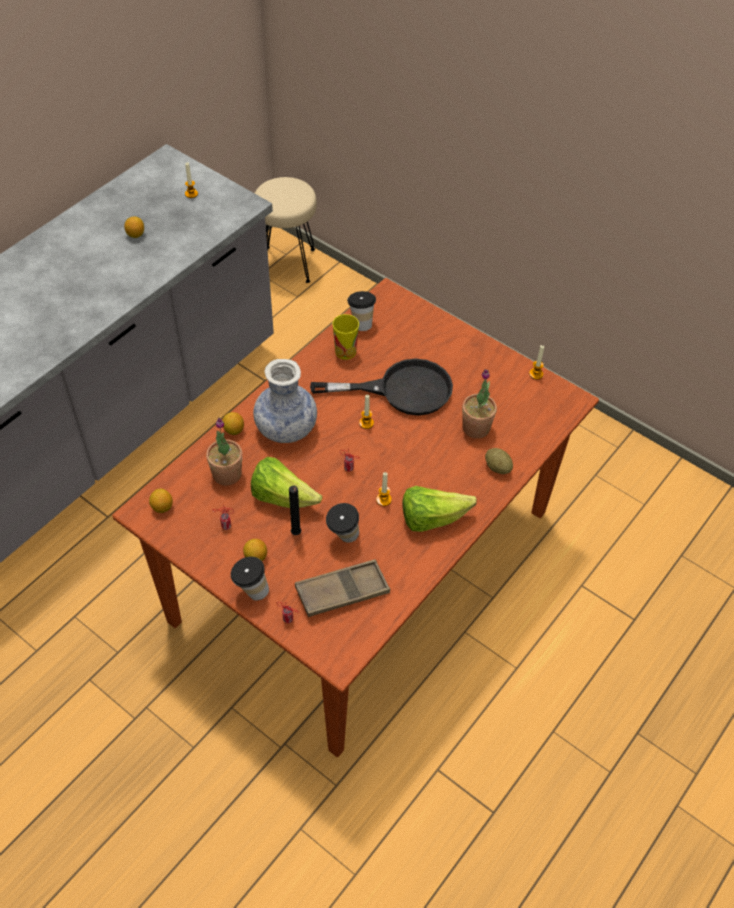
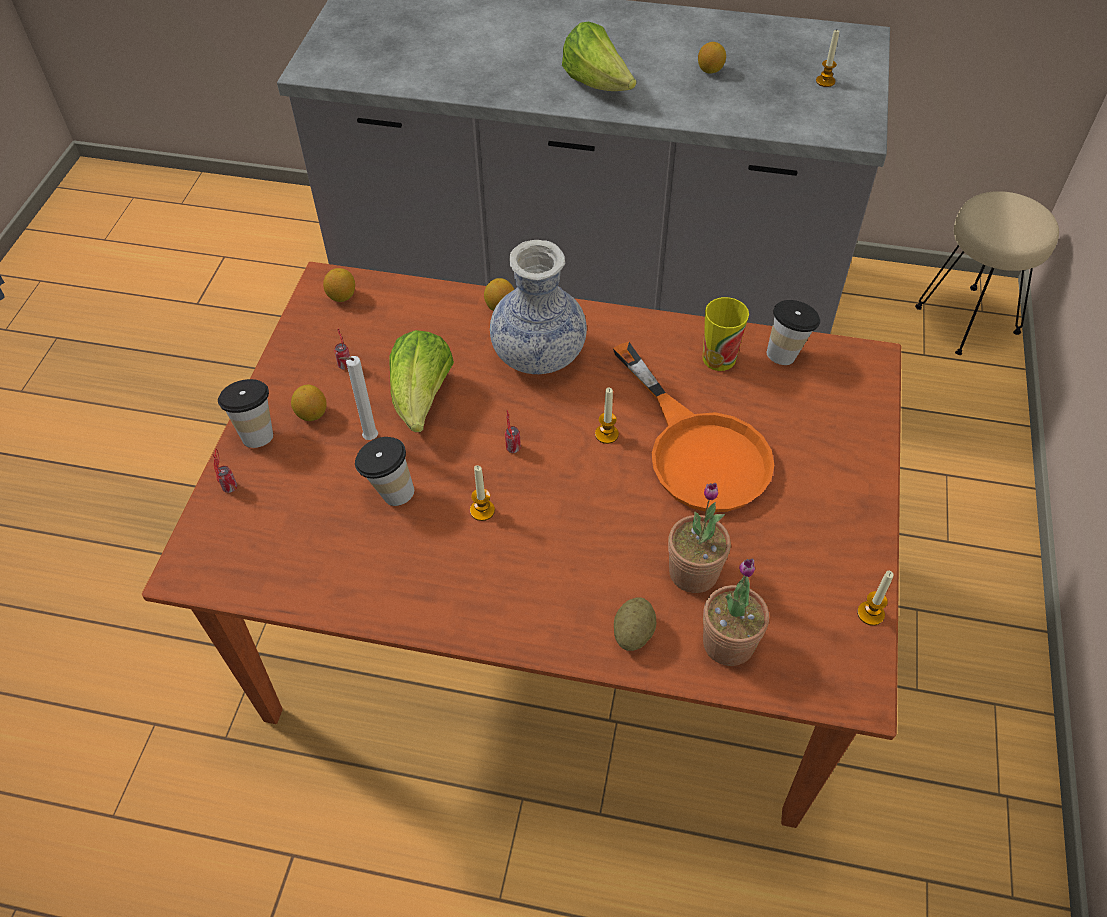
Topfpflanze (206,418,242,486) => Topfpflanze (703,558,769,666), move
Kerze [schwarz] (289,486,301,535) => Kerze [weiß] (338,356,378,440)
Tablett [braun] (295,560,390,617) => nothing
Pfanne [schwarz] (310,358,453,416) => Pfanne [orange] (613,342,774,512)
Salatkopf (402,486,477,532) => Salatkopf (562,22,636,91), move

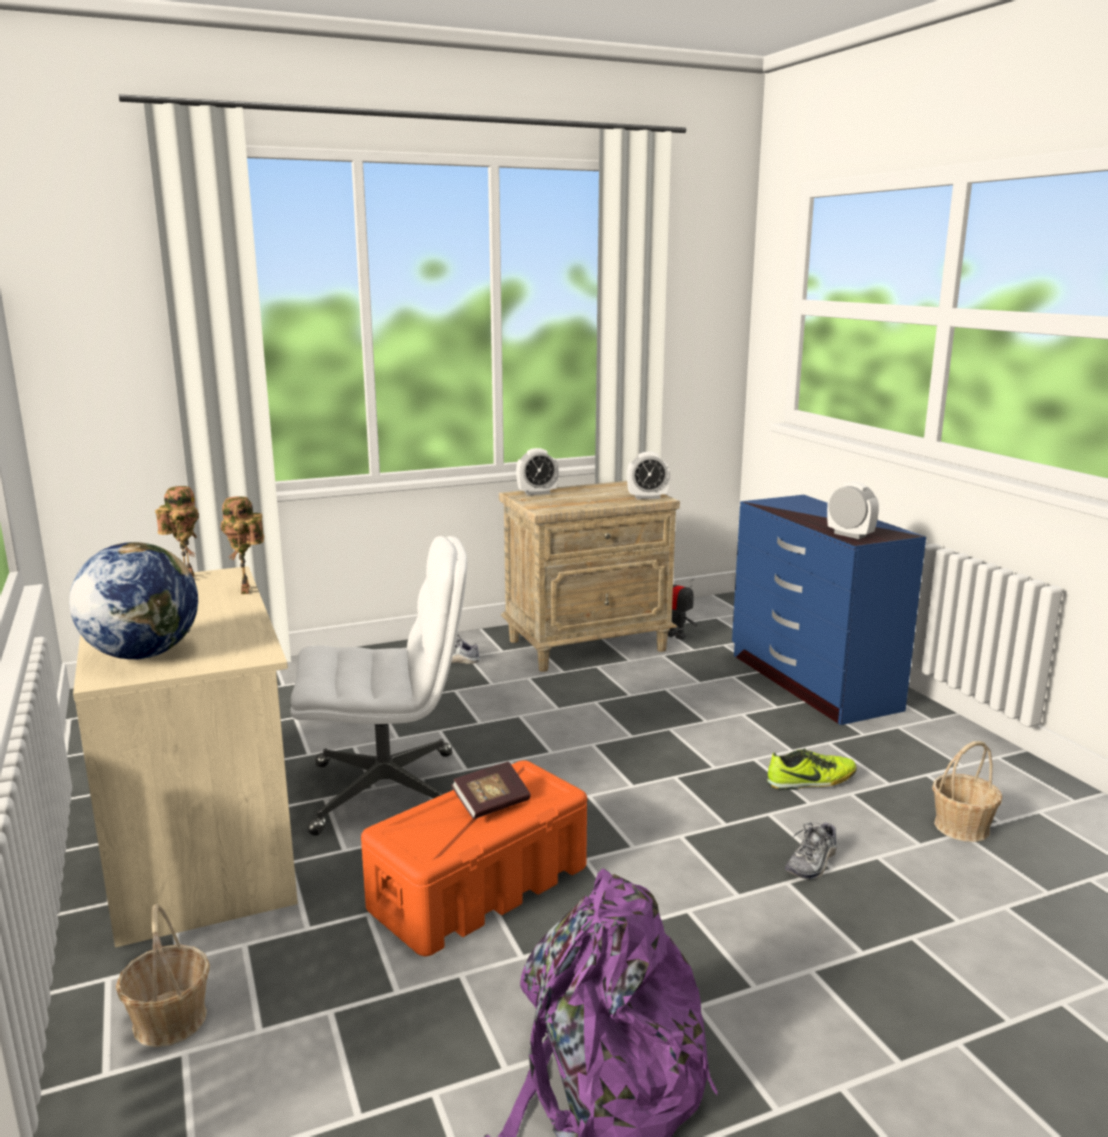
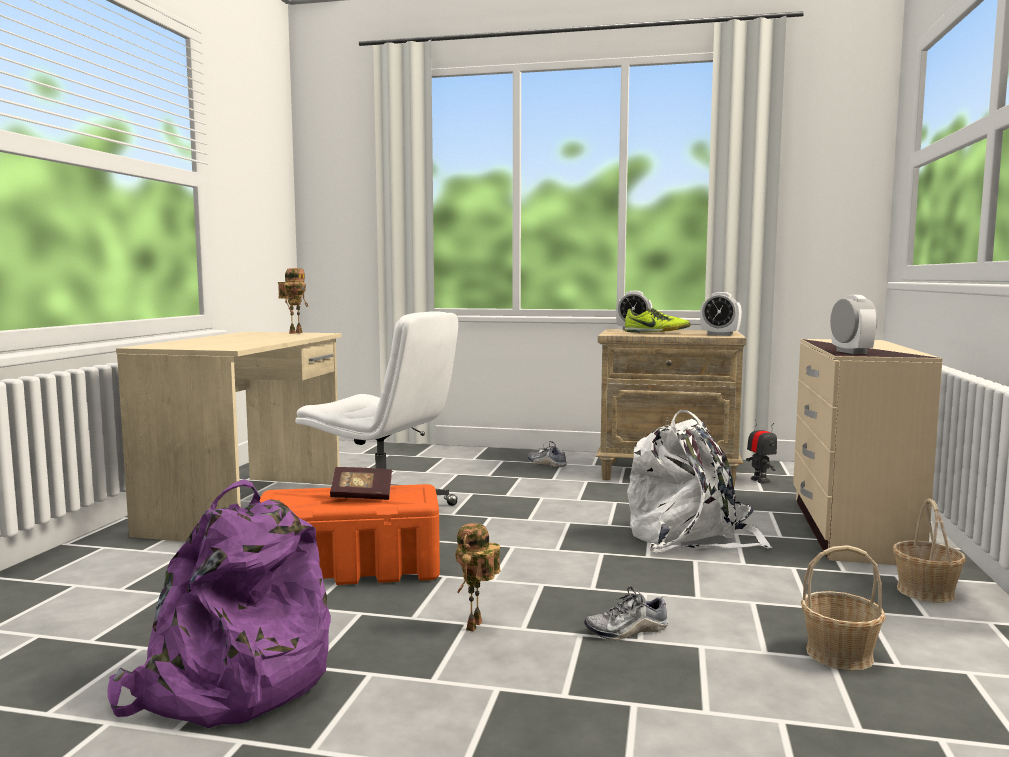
Globus (69,542,198,659) => nothing
Korb (116,904,210,1047) => Korb (893,498,966,603), move
Spielzeugroboter (220,496,264,594) => Spielzeugroboter (455,523,501,632), move
Kommode [blau] (732,495,926,725) => Kommode [beige] (793,339,943,565)
Schuh (767,748,857,790) => Schuh (624,308,690,333), move
nothing => Rucksack [weiß] (627,410,772,553)

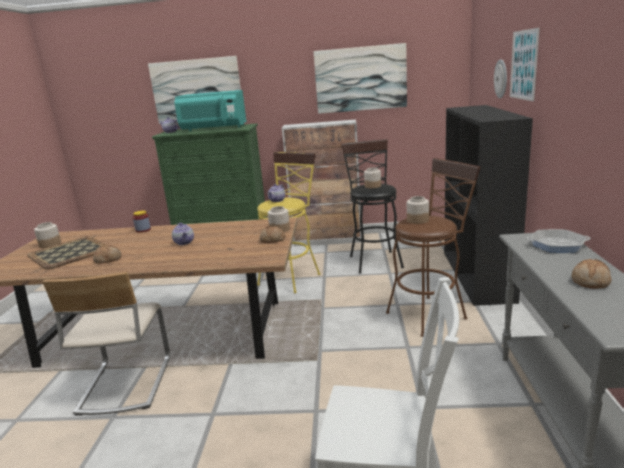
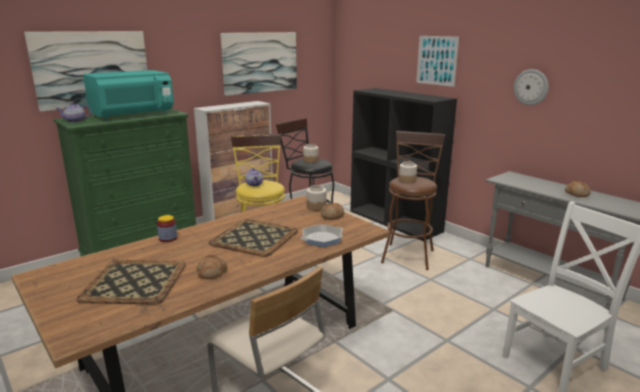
Vorratsglas (34,222,61,248) => nothing
Teekanne (172,223,194,245) => Tablett (209,219,298,257)
Wanduhr (494,59,507,98) => Wanduhr (514,69,549,106), move
Pfanne (527,229,591,253) => Pfanne (301,224,343,247), move

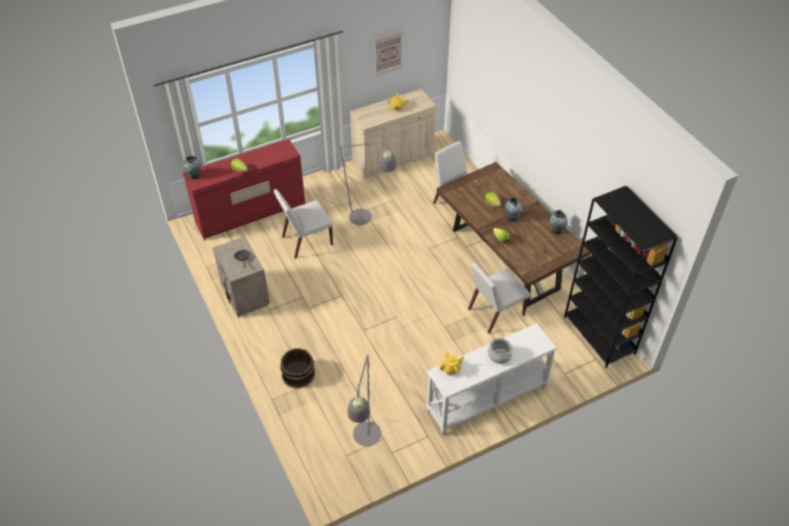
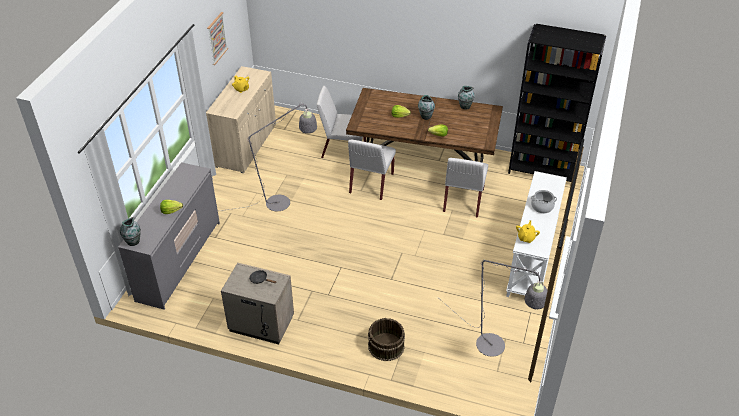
Kommode [rot] (183,139,305,241) => Kommode [grau] (118,162,220,310)
Stuhl [weiß] (274,189,333,259) => Stuhl [weiß] (348,140,396,200), move

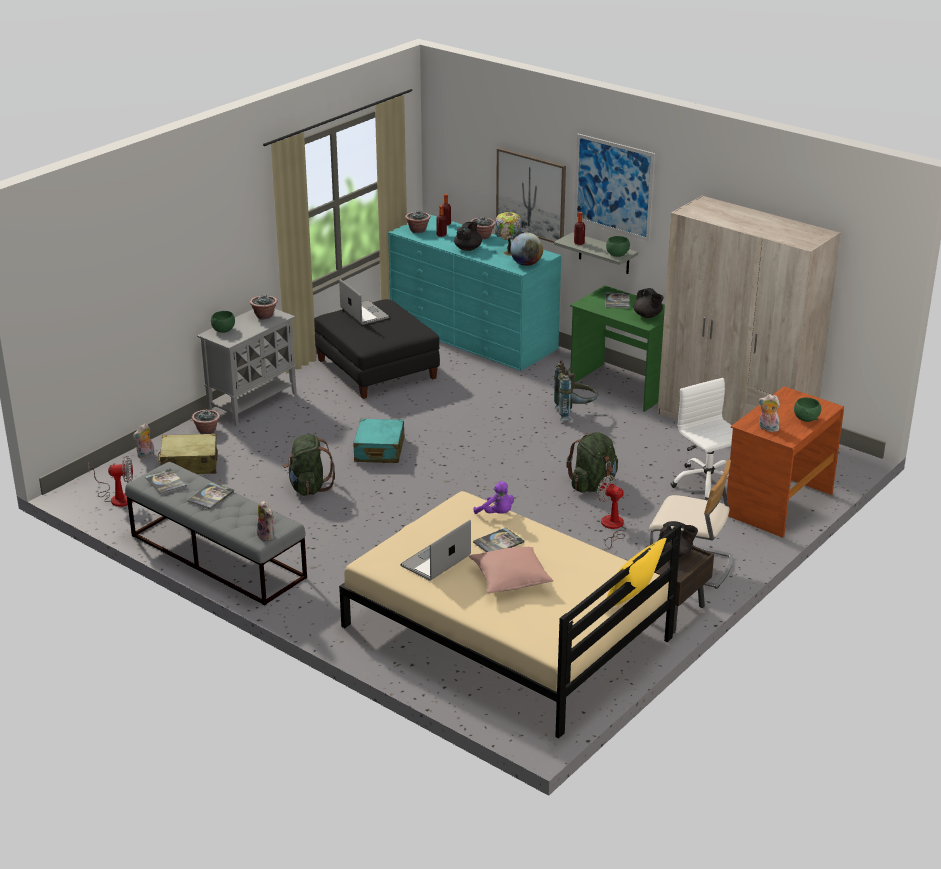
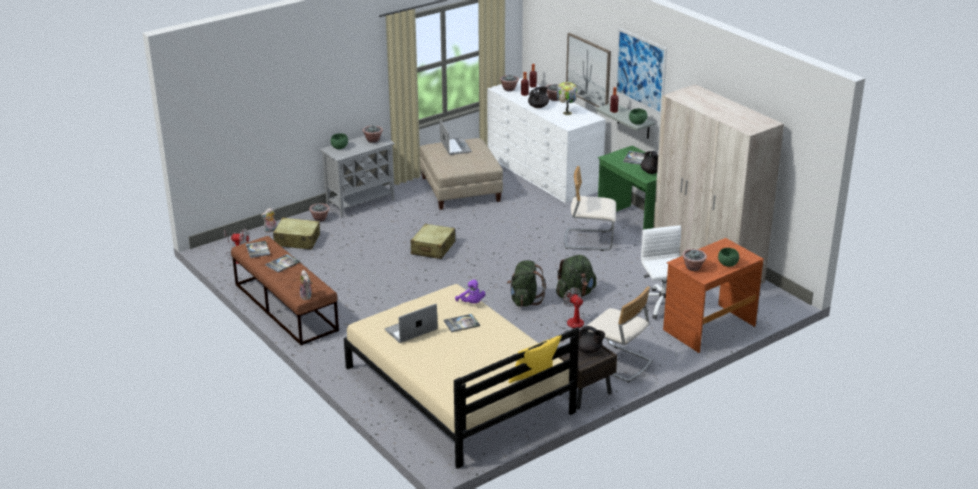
Bank [grau] (125,462,307,606) => Bank [braun] (231,236,339,345)
Rucksack [grün] (283,434,335,496) => Rucksack [grün] (507,260,546,307), move
Polsterhocker [schwarz] (314,299,440,399) => Polsterhocker [beige] (420,138,503,210)
Koffer [türkis] (353,419,405,463) => Koffer [beige] (410,224,455,259)
Kommode [türkis] (388,214,561,371) => Kommode [weiß] (487,78,606,203)
Kissen [rosa] (469,547,554,594) => nothing
Globus (510,233,543,266) => nothing
Rucksack [grau] (554,360,598,421) => Stuhl [beige] (564,166,616,251)
Plüschtier (758,394,780,432) => Topfpflanze (682,249,707,271)

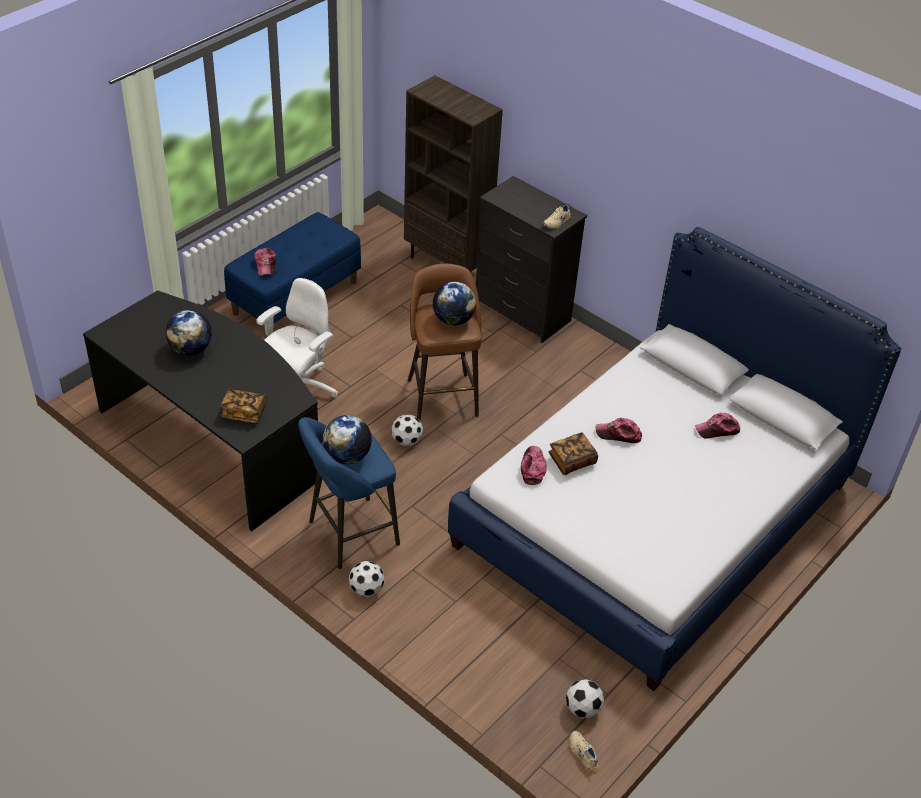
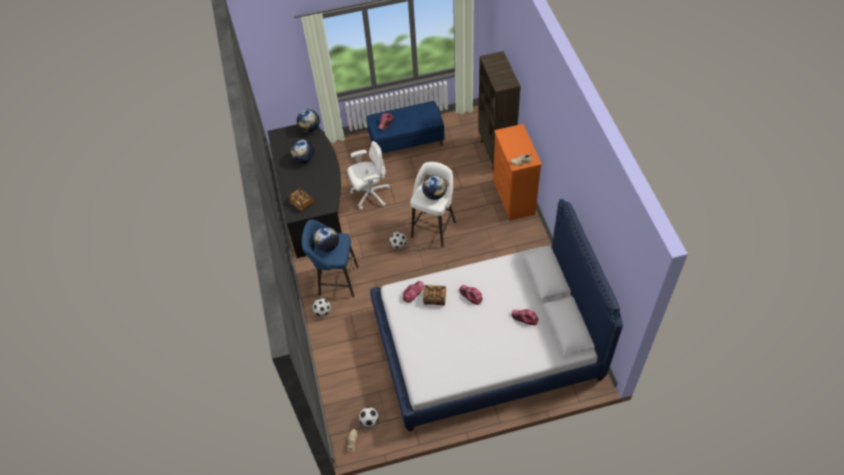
Hocker [braun] (408,263,481,420) => Hocker [weiß] (410,162,456,248)
Kommode [schwarz] (476,176,587,343) => Kommode [orange] (493,124,542,221)
nothing => Globus (297,109,320,132)

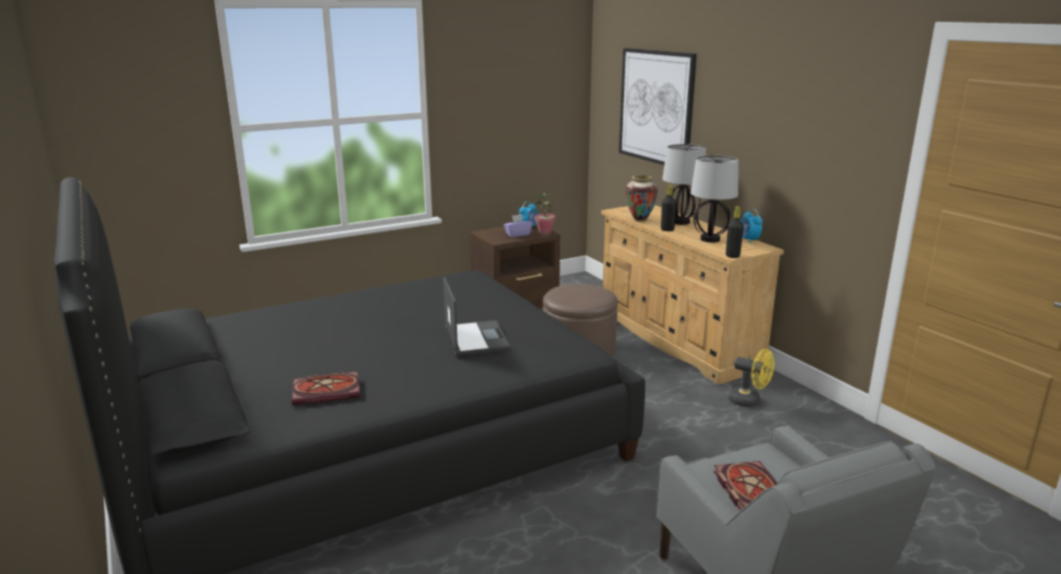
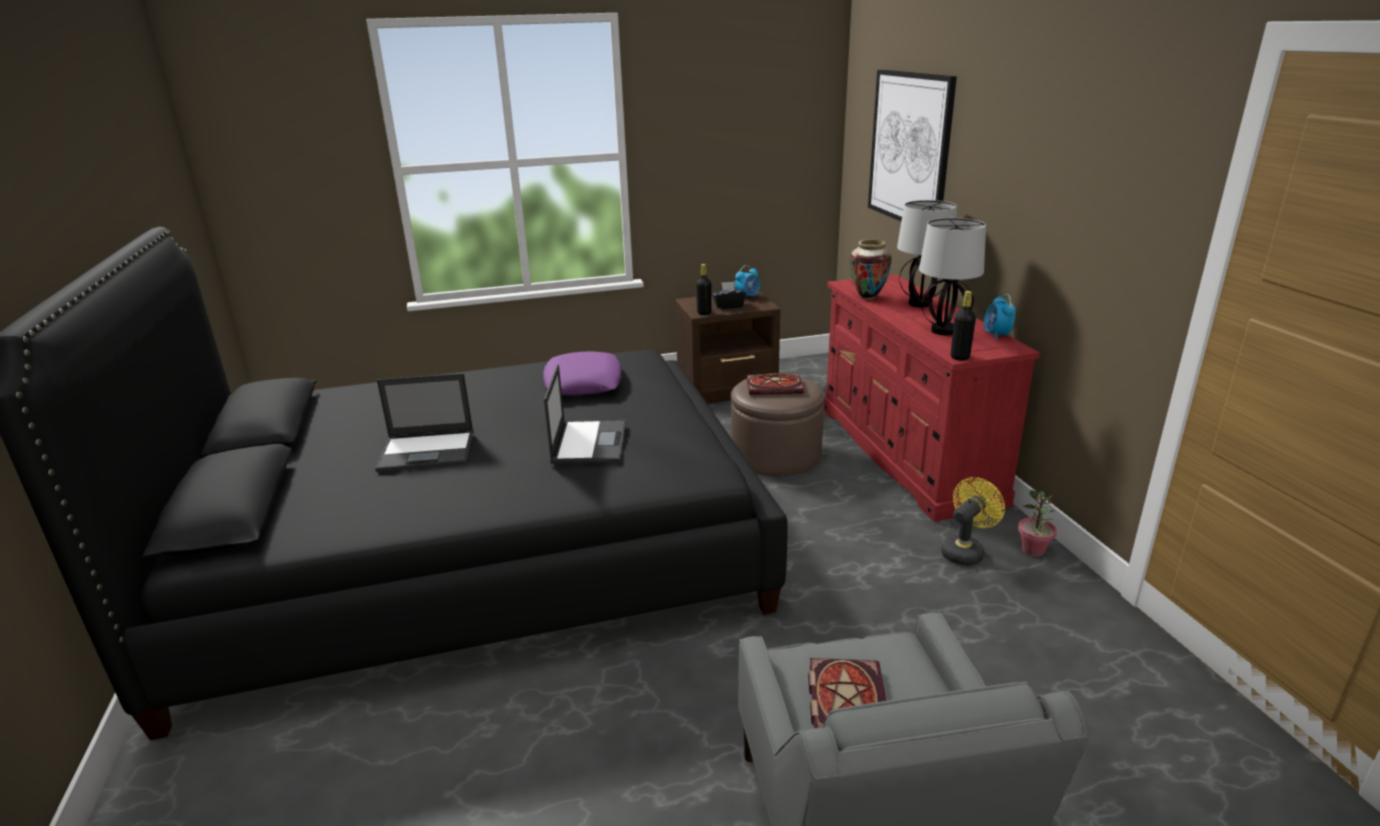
Buch (292,371,360,405) => Buch (747,373,804,395), move
Taschentuchbox [lila] (504,214,533,237) => Taschentuchbox [schwarz] (712,281,746,309)
Topfpflanze (534,193,555,234) => Topfpflanze (1018,490,1057,557), move
Kommode [beige] (601,205,784,385) => Kommode [rot] (824,274,1040,522)
Flasche [schwarz] (661,185,677,231) => Flasche [schwarz] (696,264,711,315), move
Ventilator [gelb] (728,349,774,407) => Ventilator [gelb] (941,477,1005,566), 90 degrees counterclockwise
nothing => Laptop (375,373,474,472)
nothing => Kissen [lila] (543,351,621,396)

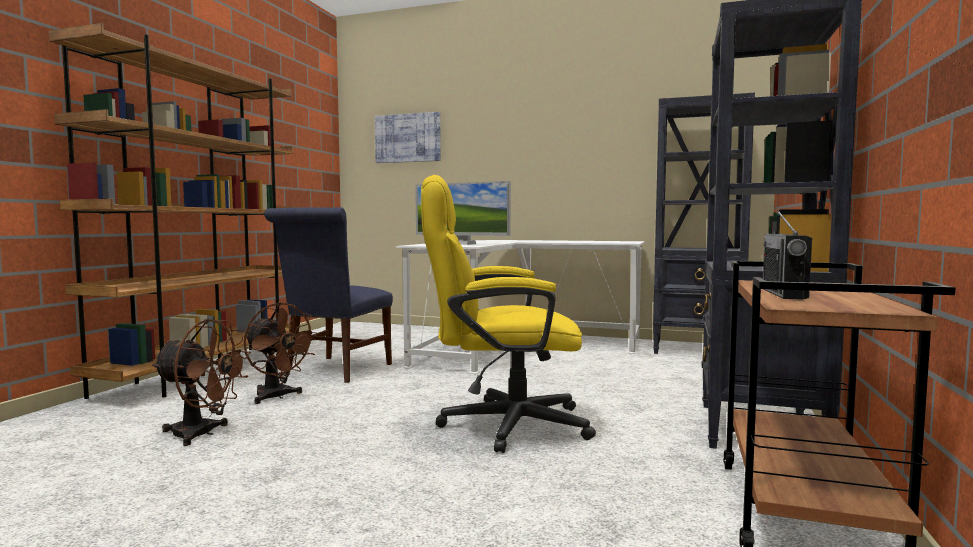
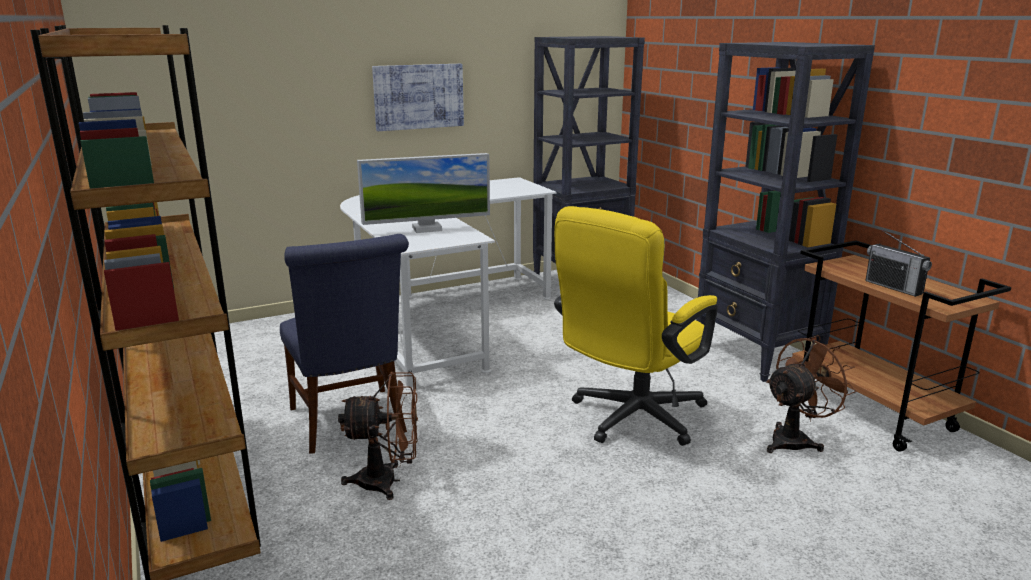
Ventilator [braun] (152,319,251,446) => Ventilator [braun] (766,335,857,453), move
Bild (375,112,441,163) => Bild (372,64,464,131), move

